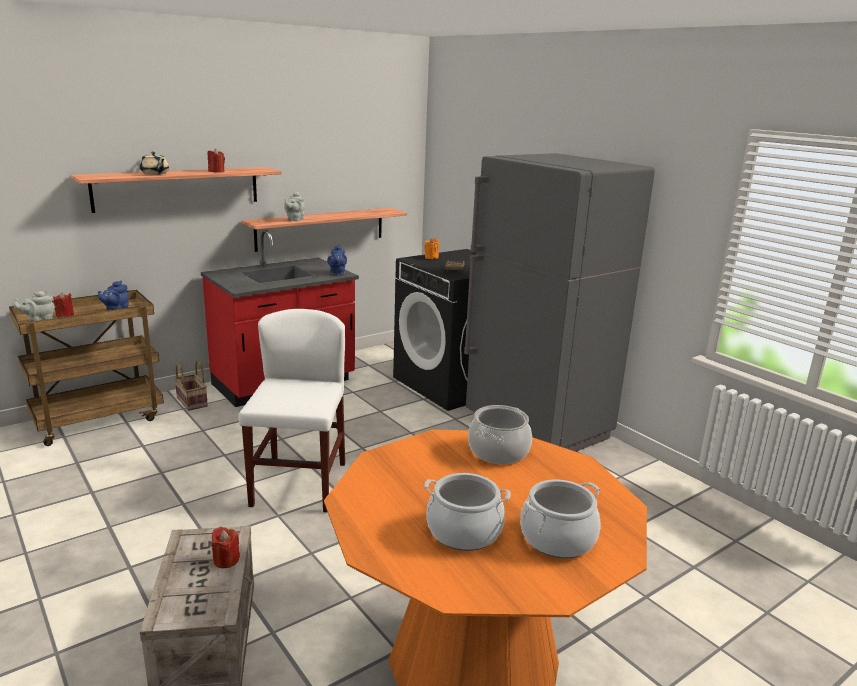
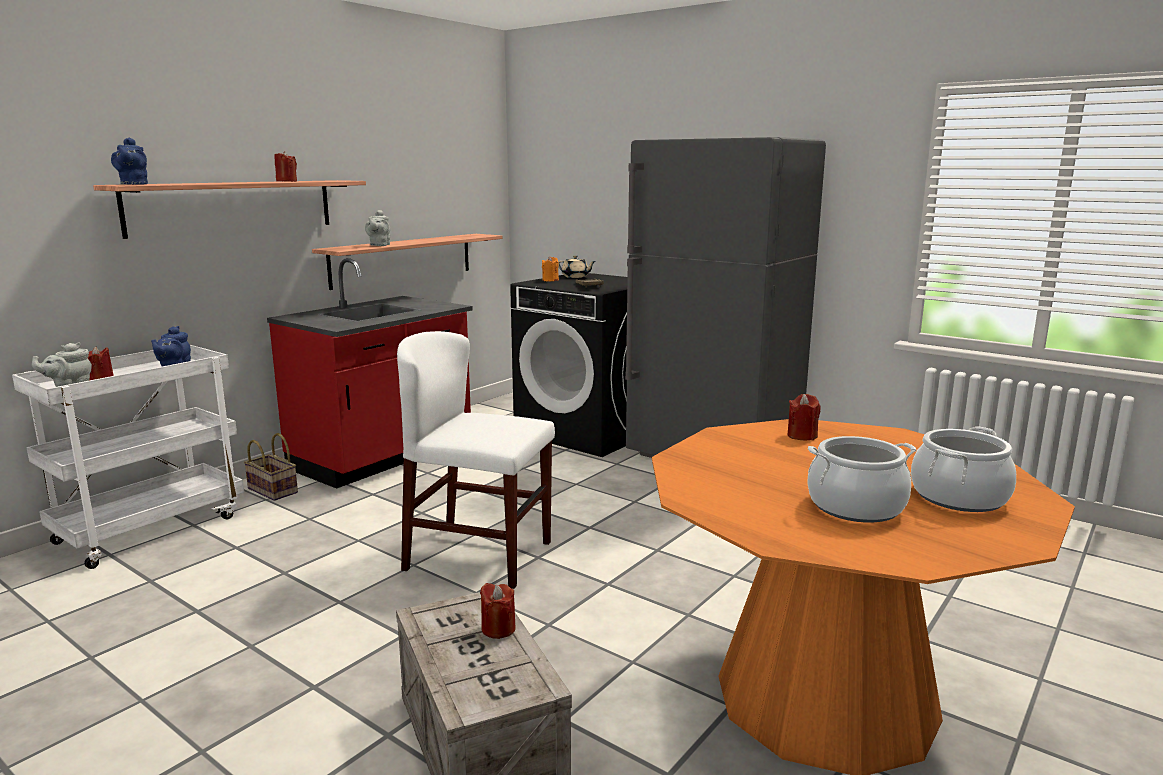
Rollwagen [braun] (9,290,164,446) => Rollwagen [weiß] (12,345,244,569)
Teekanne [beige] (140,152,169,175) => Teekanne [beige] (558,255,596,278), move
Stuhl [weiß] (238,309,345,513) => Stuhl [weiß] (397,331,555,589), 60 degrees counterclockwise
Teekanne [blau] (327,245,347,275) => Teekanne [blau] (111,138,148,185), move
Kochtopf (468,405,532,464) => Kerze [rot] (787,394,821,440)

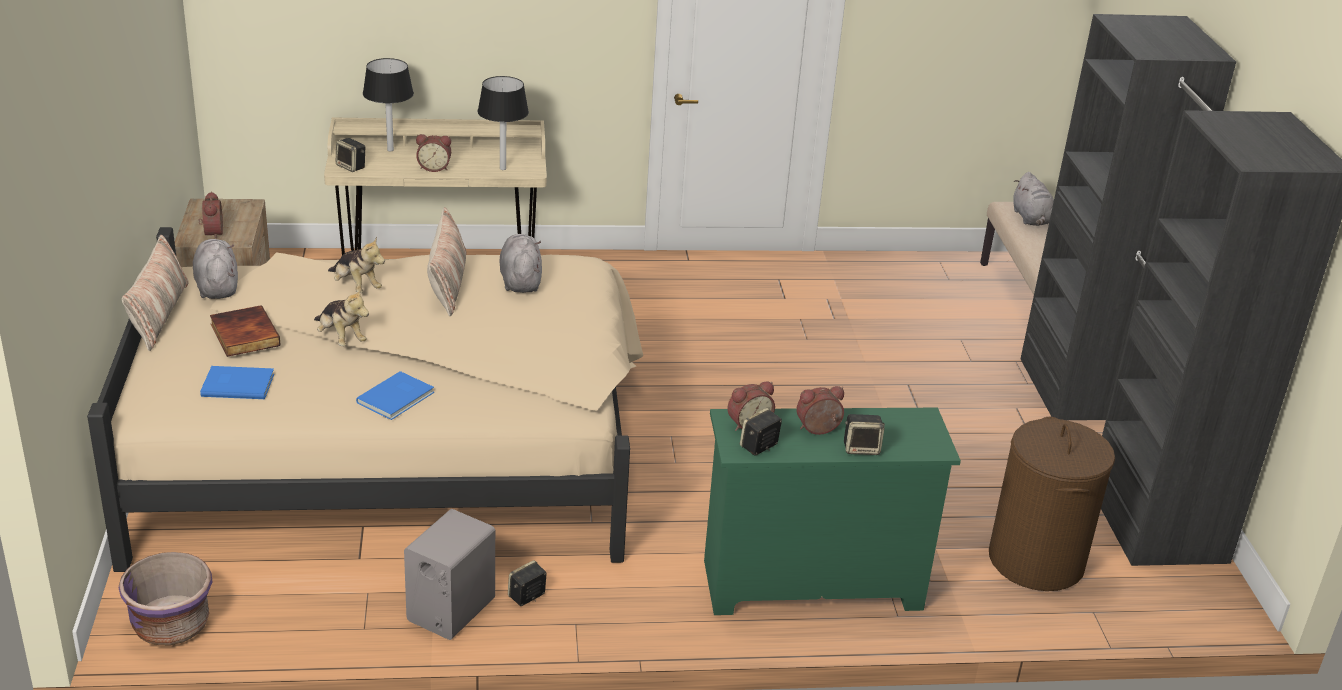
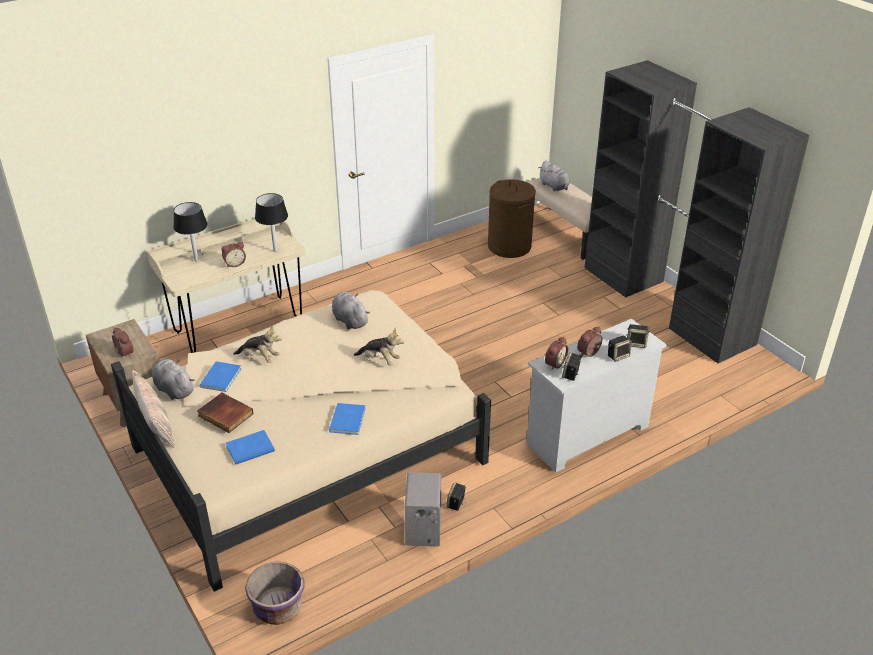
Plüschtier (314,289,369,346) => Plüschtier (354,328,404,366), move
Lautsprecher (336,138,365,172) => Lautsprecher (627,324,650,348), move
Kissen (427,207,466,316) => nothing
Kommode [grün] (704,408,961,615) => Kommode [weiß] (526,319,667,473)
Wäschekorb [braun] (989,416,1115,591) => Wäschekorb [braun] (488,179,536,258), move
nothing => Buch [blau] (200,361,241,392)

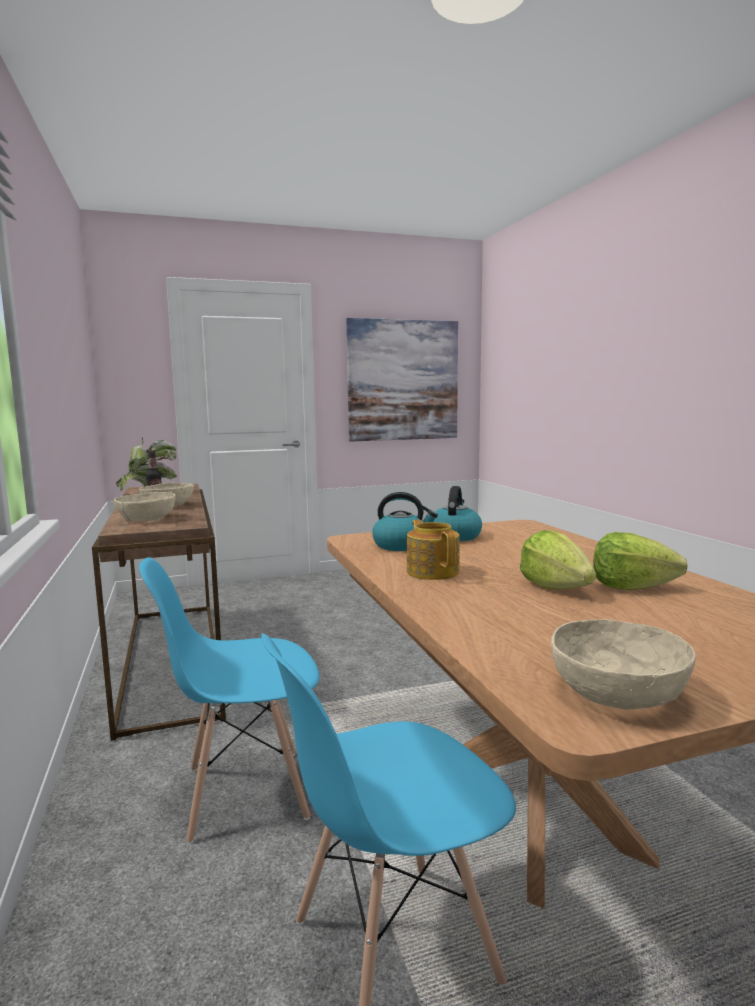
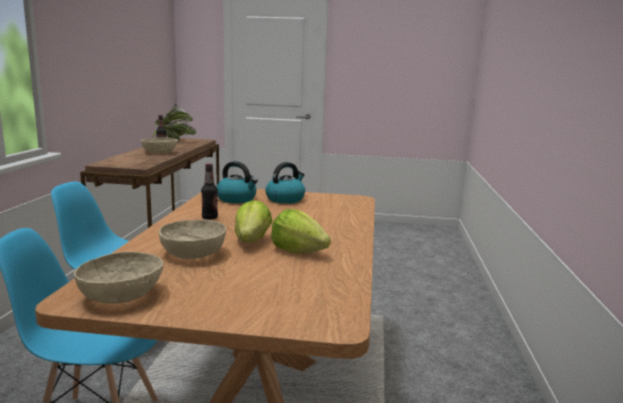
Schüssel [beige] (114,492,176,522) => Schüssel [beige] (159,220,226,259), move
Bild (346,318,458,442) => nothing
Teekanne (407,520,459,580) => Flasche (201,164,218,220)

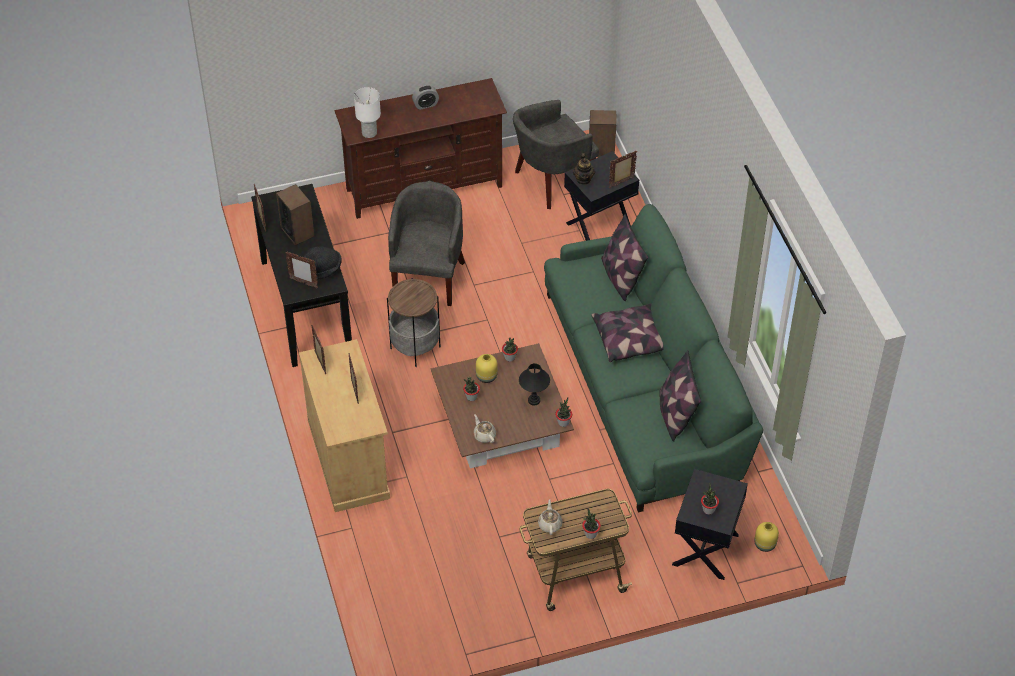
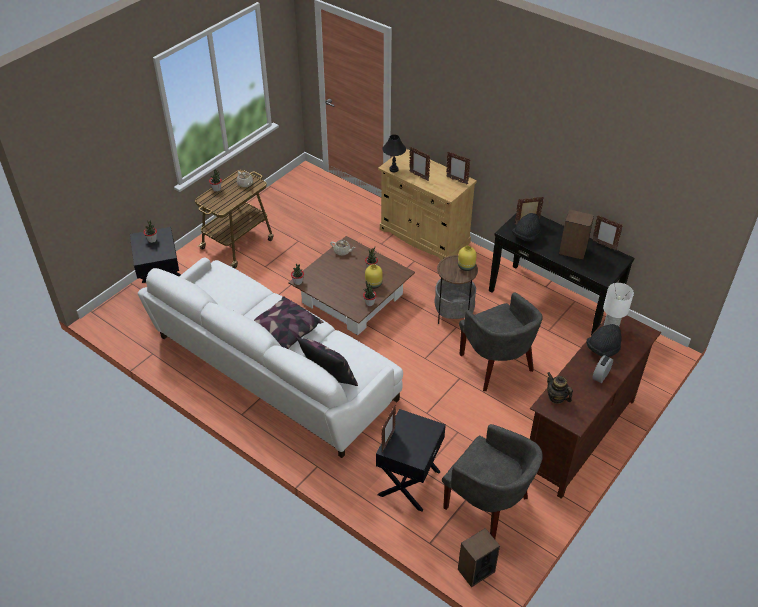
Sessel [grau] (513,100,599,209) => Sessel [grau] (442,424,543,539), 105 degrees clockwise
Tischlampe [schwarz] (519,363,550,406) => Tischlampe [schwarz] (382,134,406,172), move
Sofa [grün] (544,204,763,513) => Sofa [weiß] (138,257,403,458)
Teekanne (573,153,595,185) => Teekanne (547,372,573,404), move
Kissen (659,350,701,442) => nothing
Vase [gelb] (754,522,779,552) => Vase [gelb] (458,246,477,271), move
nothing => Hut [schwarz] (586,324,622,357)

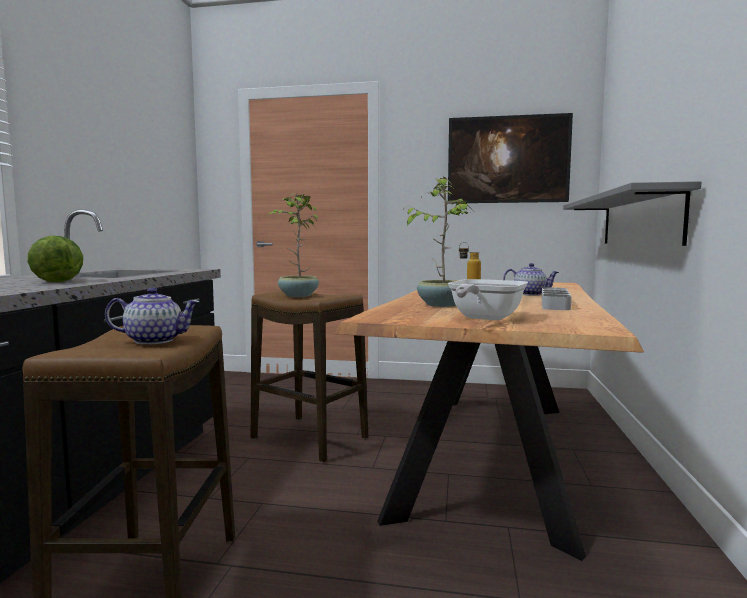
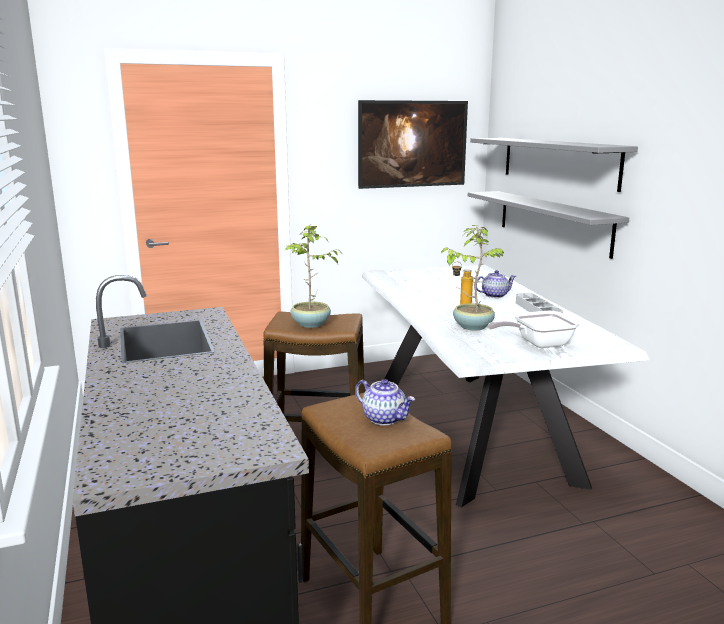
Salatkopf (28,236,83,282) => nothing
Teekanne (105,288,200,345) => Teekanne (355,379,415,425), 75 degrees clockwise
Esstisch [braun] (335,282,644,561) => Esstisch [weiß] (361,265,650,508)
Pfanne (448,279,528,320) => Pfanne (488,311,579,348), 75 degrees clockwise
nothing => Wandregal [grau] (470,138,638,192)

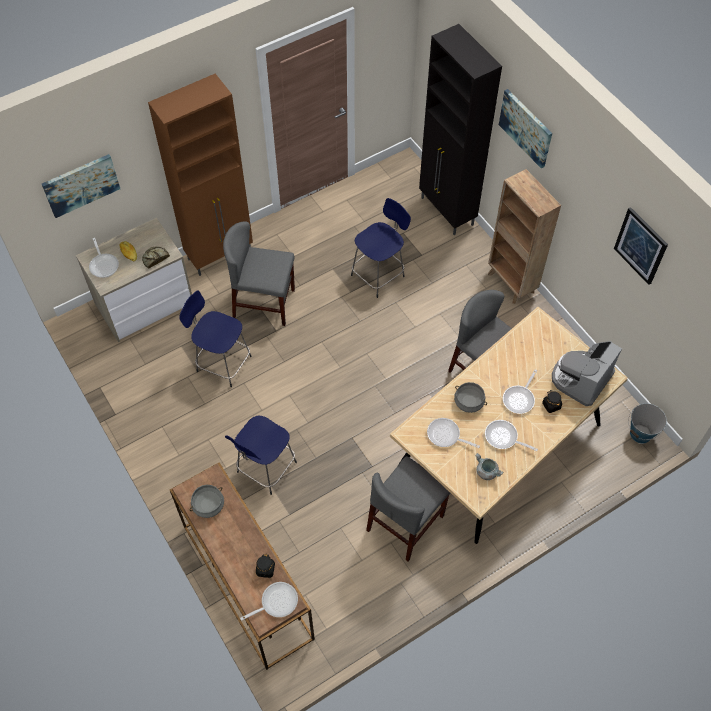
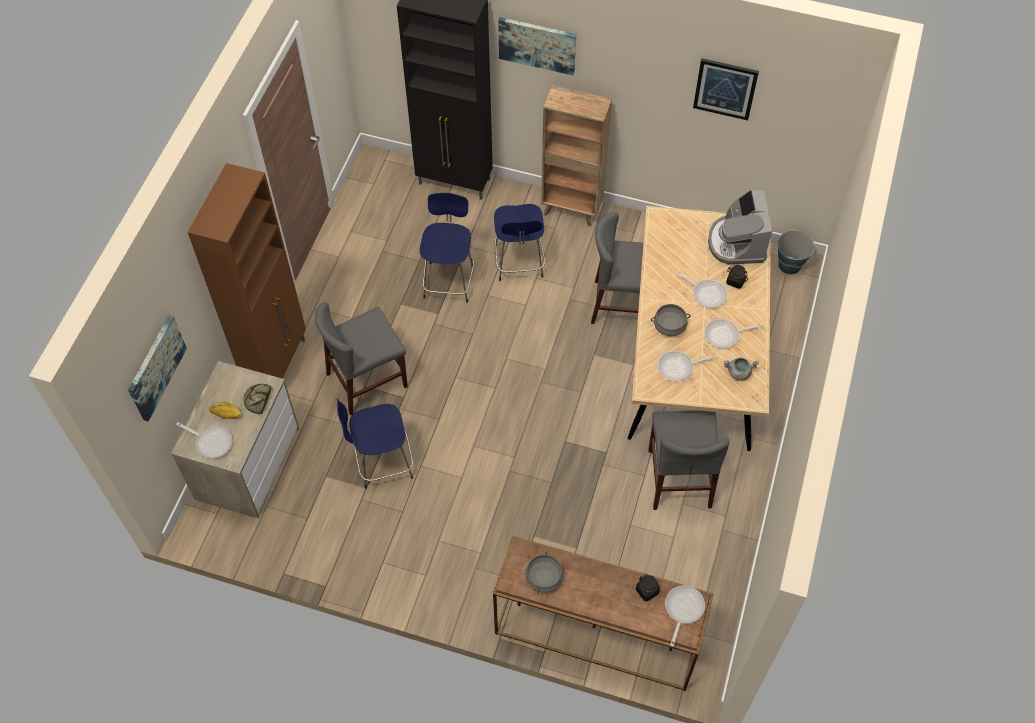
Hocker [blau] (225,415,297,495) => Hocker [blau] (494,204,545,281), move
Pfanne (503,369,537,414) => Pfanne (675,271,728,308), 45 degrees counterclockwise

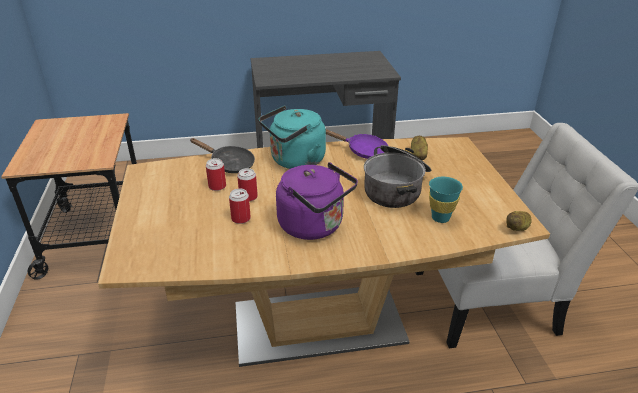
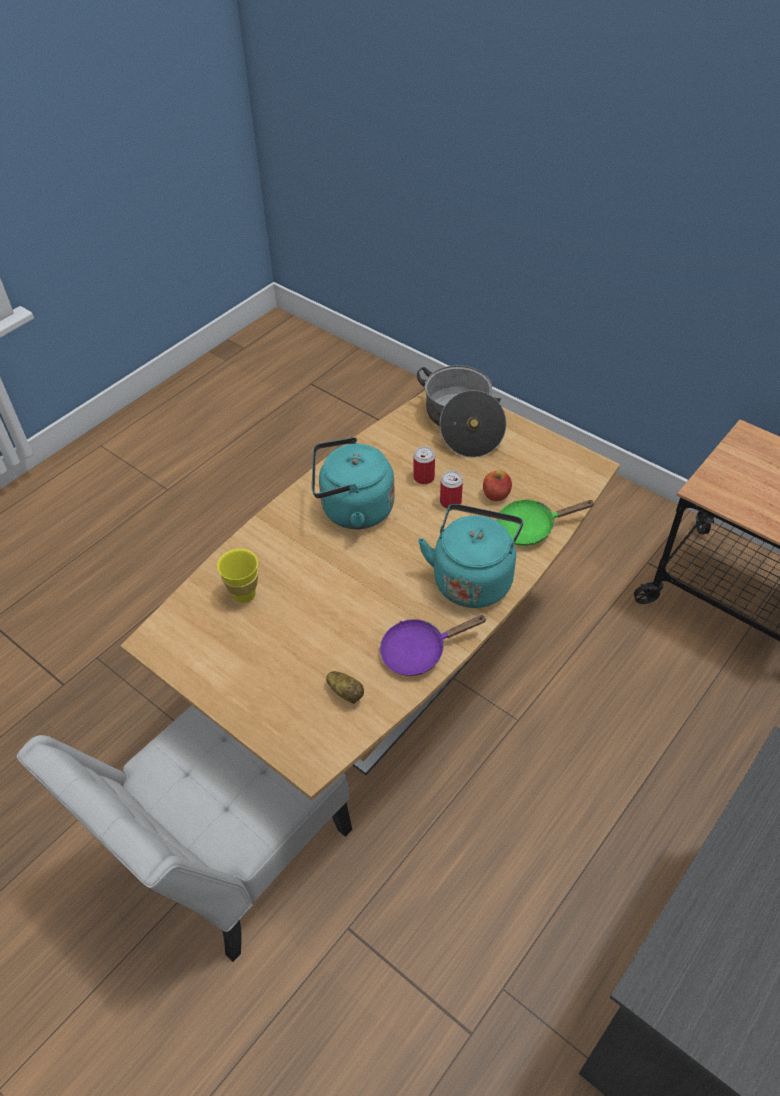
Pfanne [schwarz] (190,138,255,173) => Pfanne [grün] (496,499,595,546)
Dose (206,158,226,191) => Apfel (483,470,512,501)
Wasserkessel [lila] (276,162,358,240) => Wasserkessel [türkis] (312,437,395,529)
Kochtopf (364,145,431,208) => Kochtopf (417,365,507,458), move
Tasse [türkis] (429,177,463,223) => Tasse [gelb] (217,549,258,603)
Kartoffel (506,211,532,231) => nothing

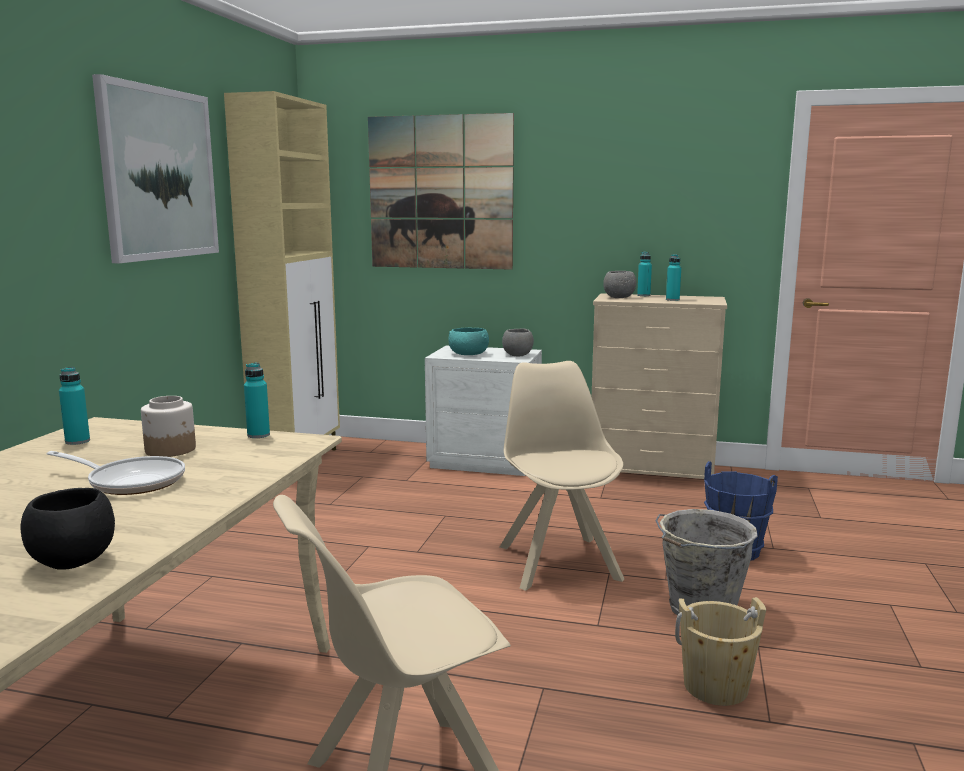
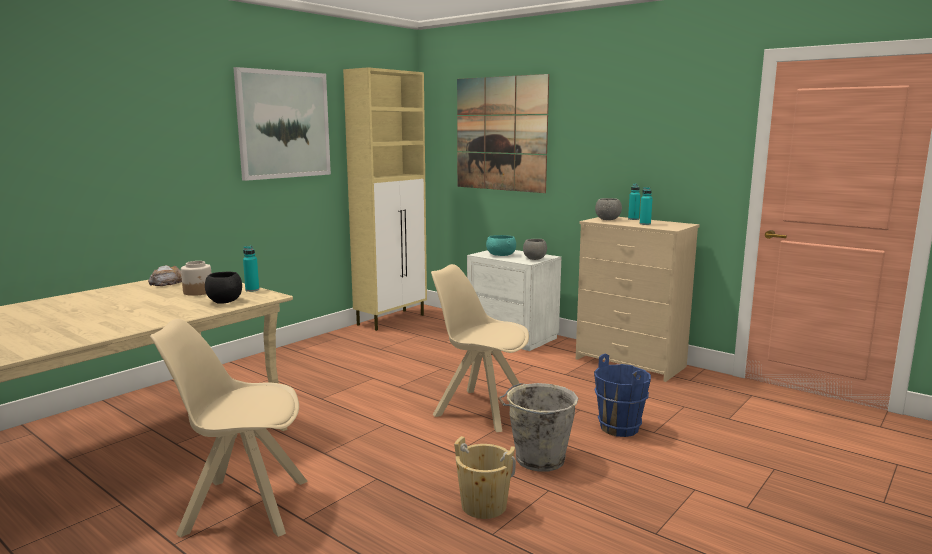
Schüssel [schwarz] (21,488,115,570) => Schüssel [schwarz] (205,272,242,304), move
Pfanne (47,451,185,495) => nothing
Flasche [türkis] (59,367,90,445) => Brot (148,265,182,286)
Stuhl [beige] (500,361,624,591) => Stuhl [beige] (431,264,529,432), 75 degrees counterclockwise

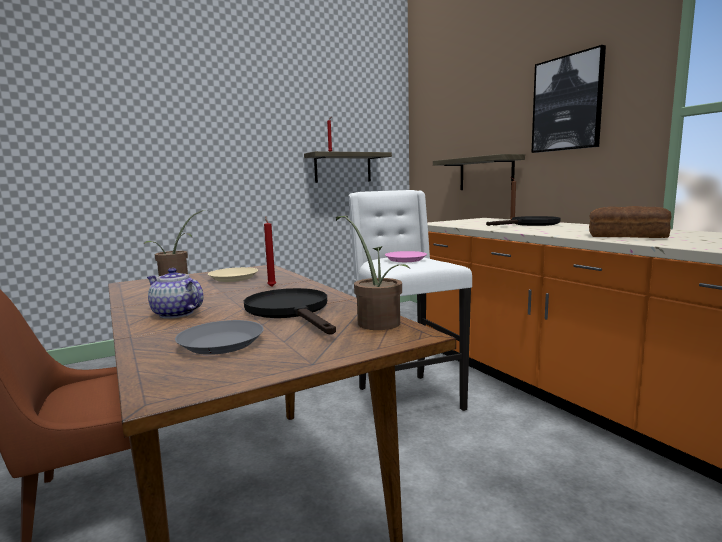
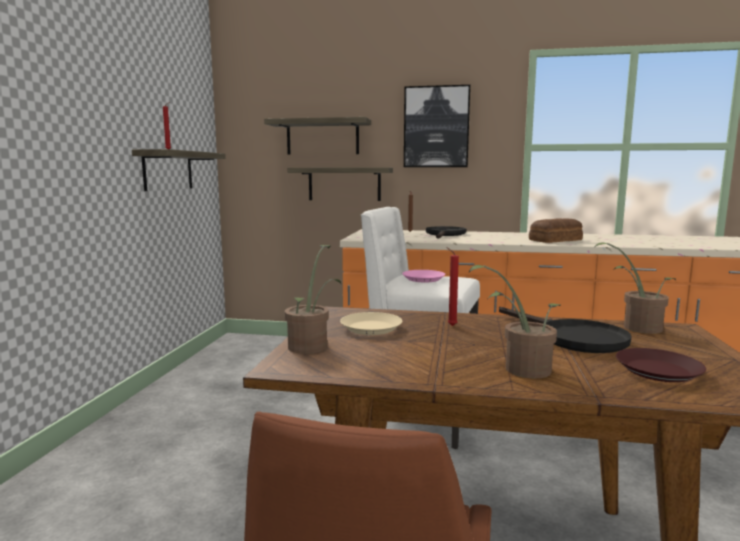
Teekanne (147,268,204,319) => Topfpflanze (469,265,561,379)
Teller [grau] (175,320,264,355) => Teller [braun] (616,348,706,382)
Pfanne [schwarz] (244,288,336,335) => Pfanne [schwarz] (499,307,632,353), 135 degrees counterclockwise
nothing => Wandregal (264,117,371,155)

